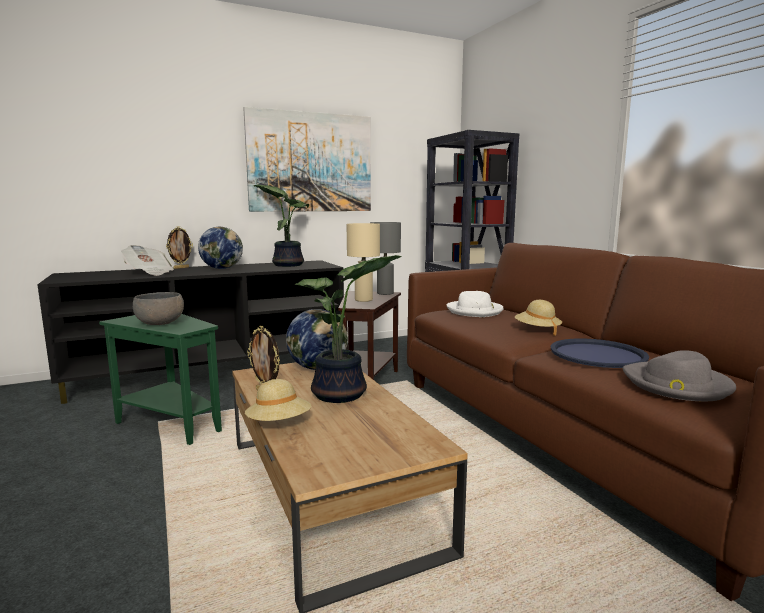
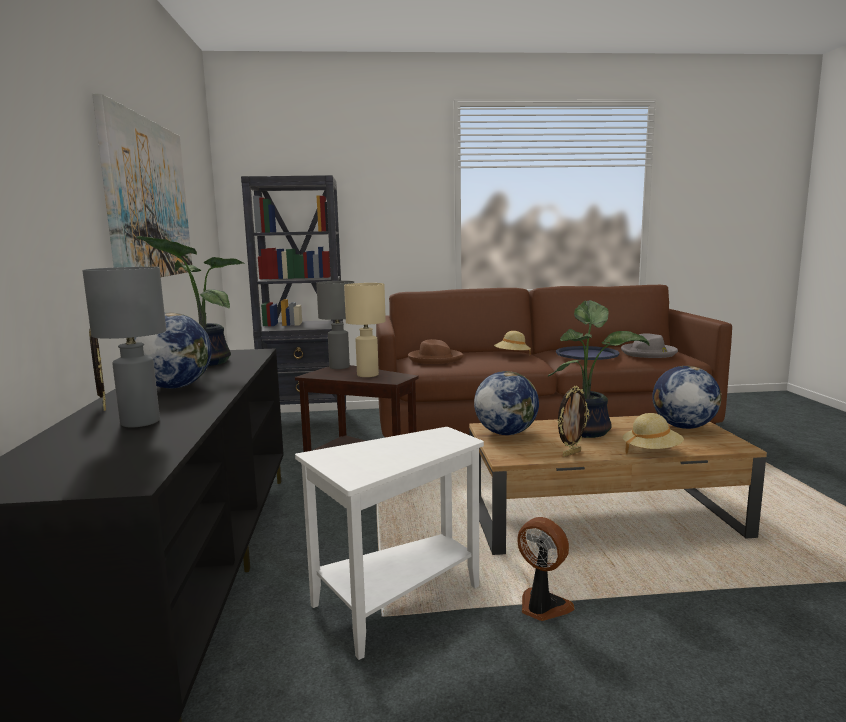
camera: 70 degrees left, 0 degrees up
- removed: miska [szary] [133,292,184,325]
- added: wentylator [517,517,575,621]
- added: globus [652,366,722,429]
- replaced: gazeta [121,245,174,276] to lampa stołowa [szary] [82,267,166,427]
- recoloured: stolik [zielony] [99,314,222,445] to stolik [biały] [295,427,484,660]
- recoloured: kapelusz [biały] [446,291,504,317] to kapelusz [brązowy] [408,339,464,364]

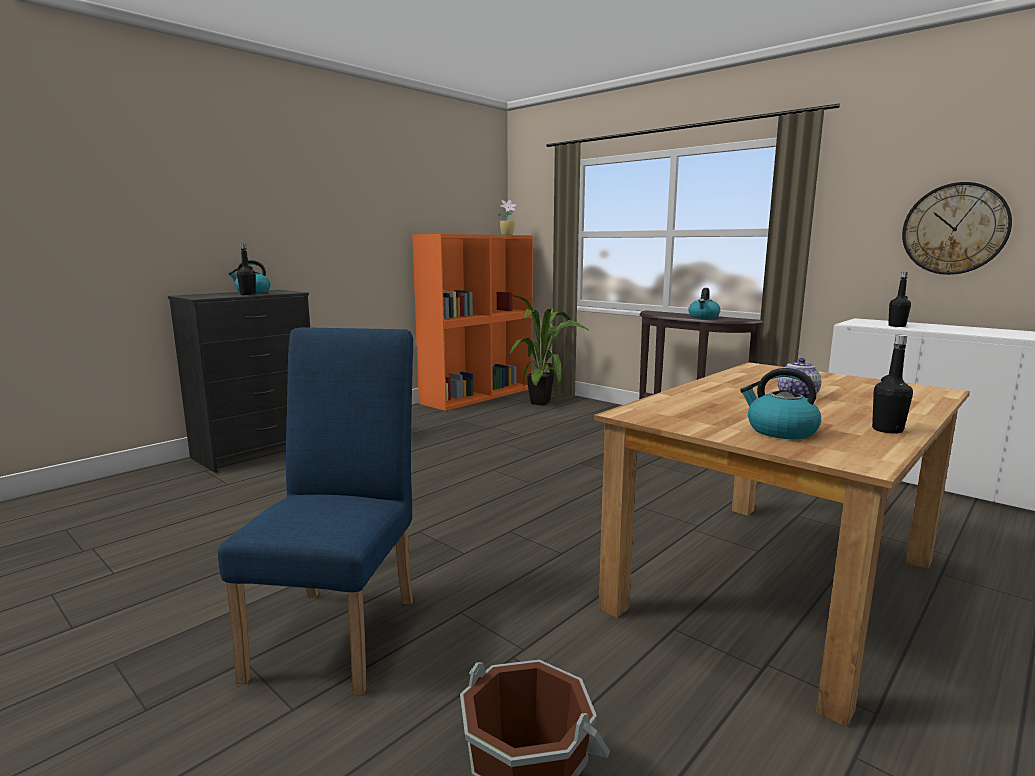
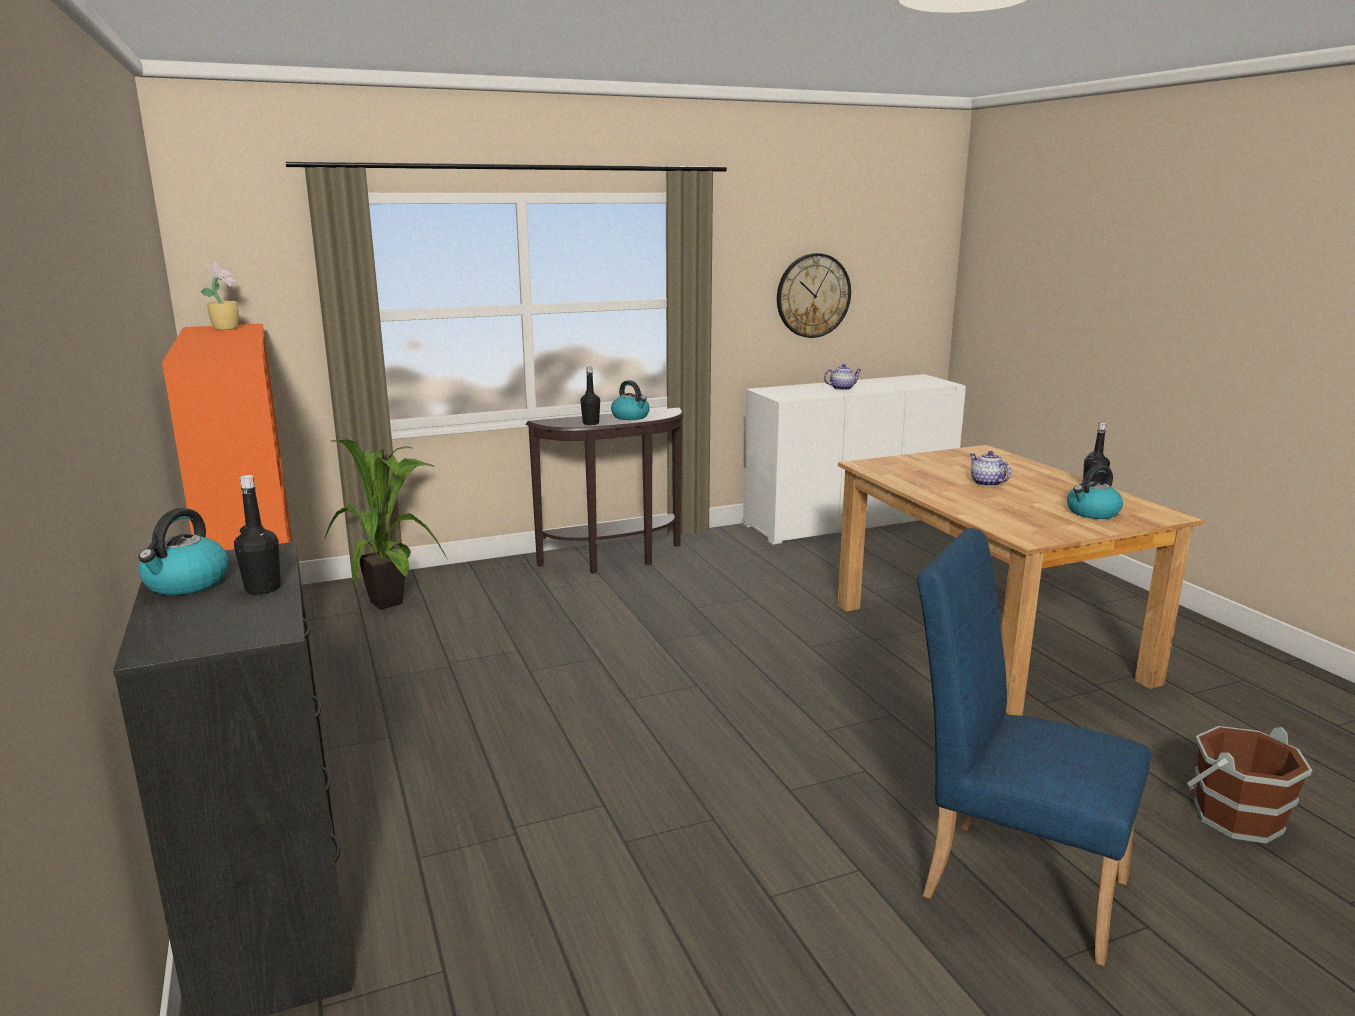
camera: 65 degrees left, 5 degrees up
- added: imbryk [824,364,862,390]
- moved: butelka [czarny] [888,272,911,327] to [580,367,600,425]

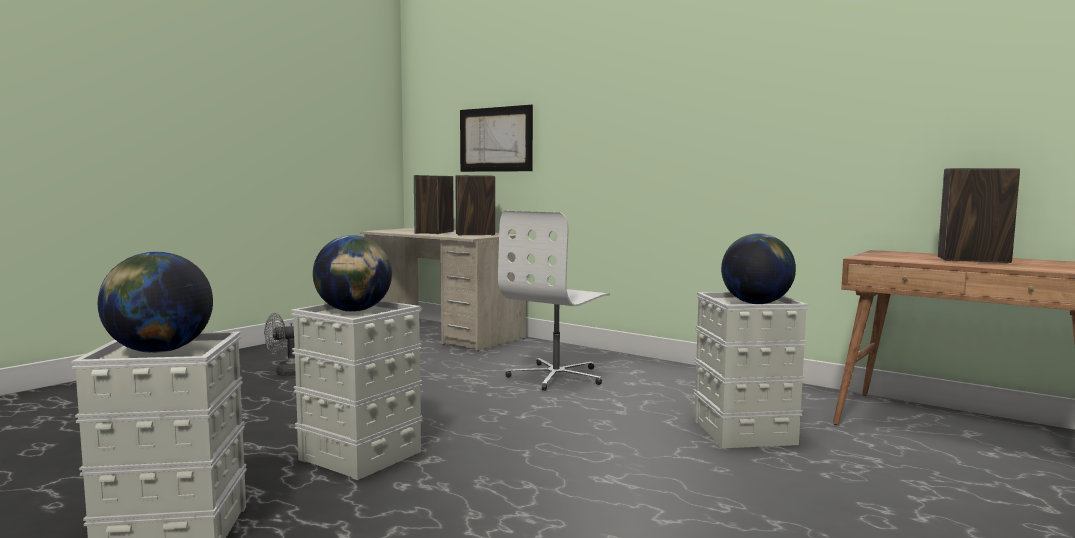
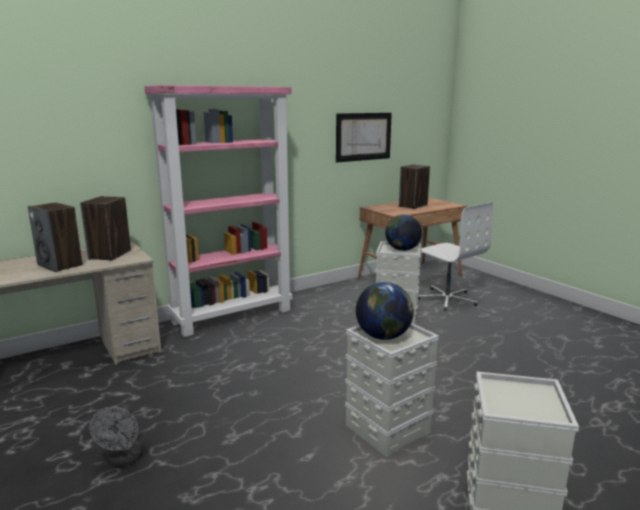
camera: 70 degrees left, 10 degrees up
- removed: globus [98,252,213,353]
- added: regał [różowy] [144,85,293,337]
- moved: obraz [460,105,533,172] to [336,113,392,163]
- moved: krzesło biurowe [biały] [498,211,610,391] to [418,203,493,311]

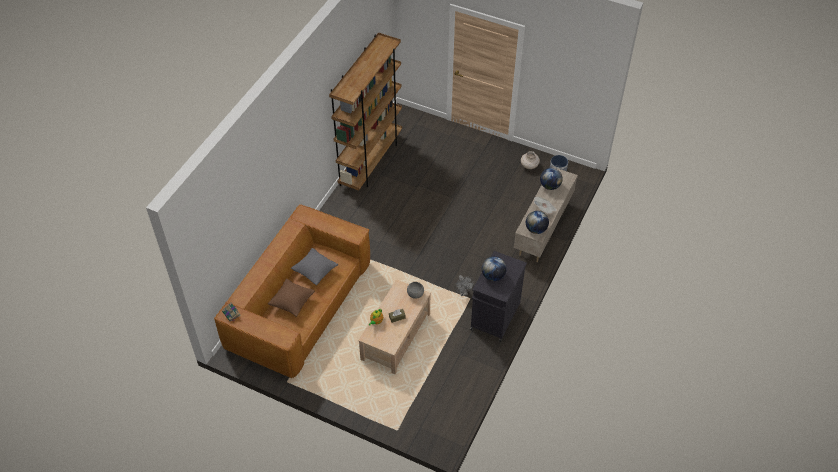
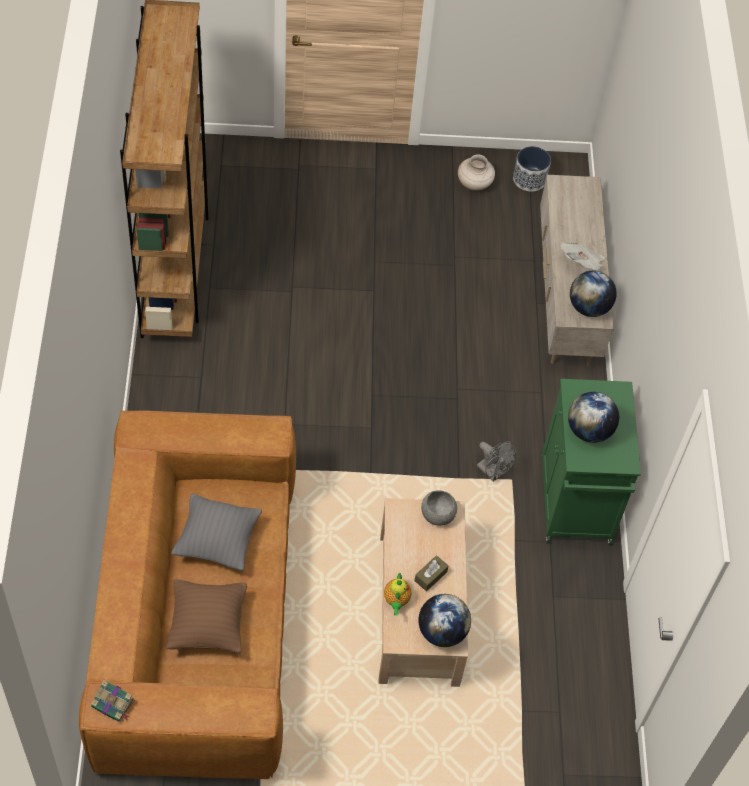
camera: 30 degrees left, 5 degrees up
- moved: globus [540,168,563,190] to [418,594,471,647]
- recoloured: szafka [czarny] [471,251,527,342] to szafka [zielony] [541,379,641,545]

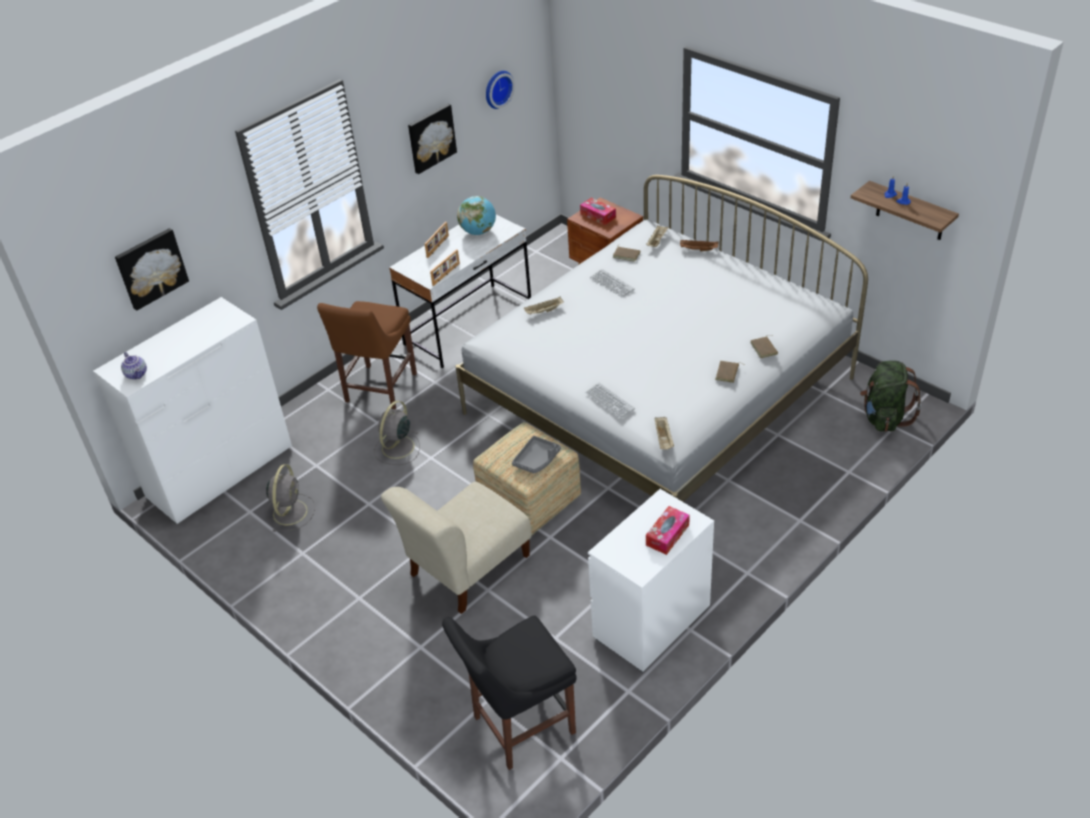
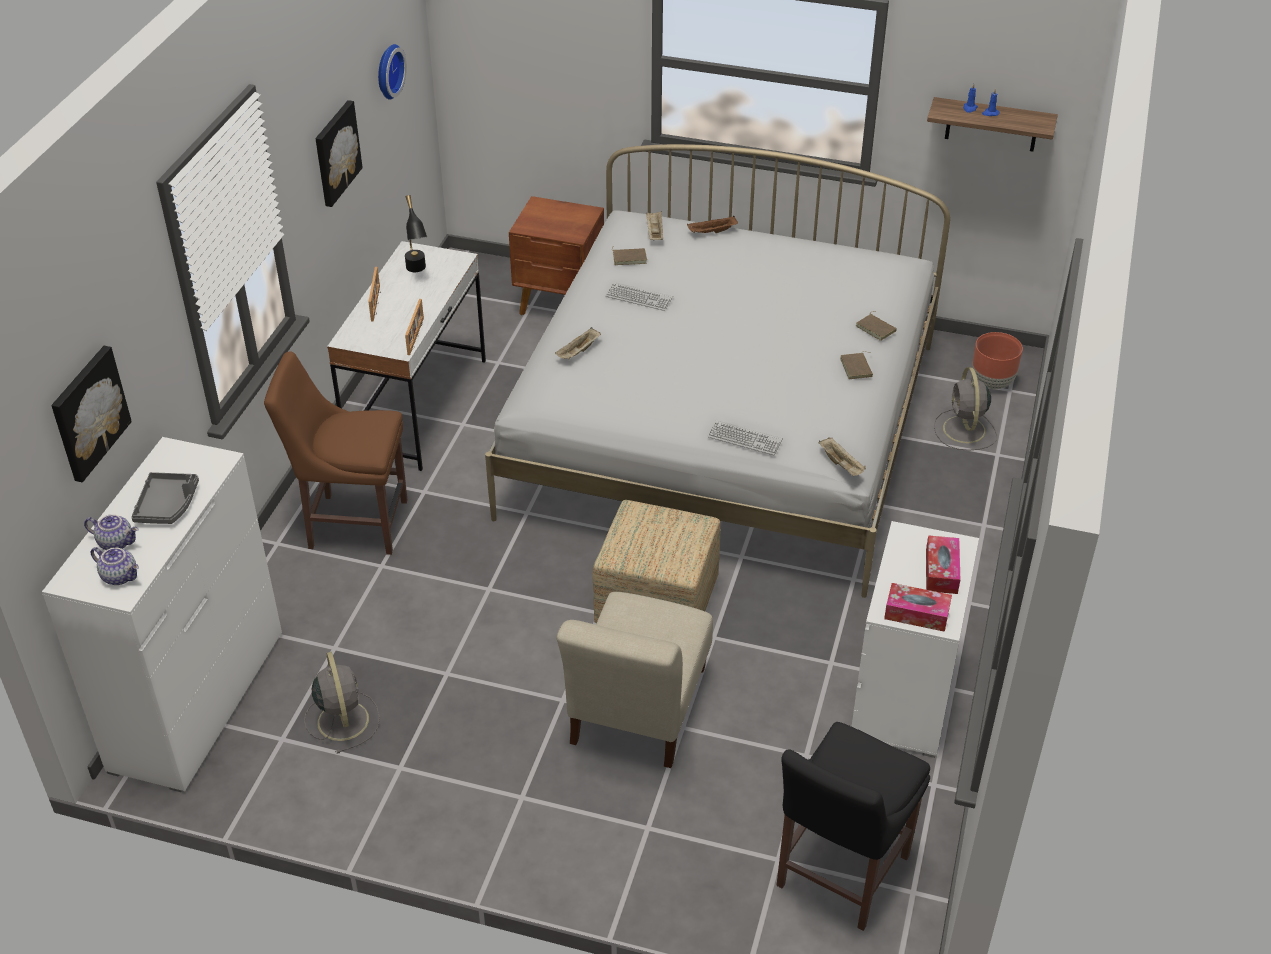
camera: 30 degrees left, 0 degrees up
- added: imbryk [84,514,138,550]
- moved: wentylator [szary] [374,401,420,465] to [934,367,997,451]
- moved: taca [szary] [512,436,561,473] to [131,472,199,524]
- moved: pudełko chusteczek [580,198,616,225] to [884,583,952,632]
- replaced: globus [457,196,496,235] to lampa stołowa [czarny] [405,195,427,272]
- replaced: plecak [zielony] [860,360,922,432] to donica [brązowy] [972,332,1023,389]
- turned: krzesło [brązowy] [317,301,417,409] = [264,351,407,555] 105 degrees clockwise

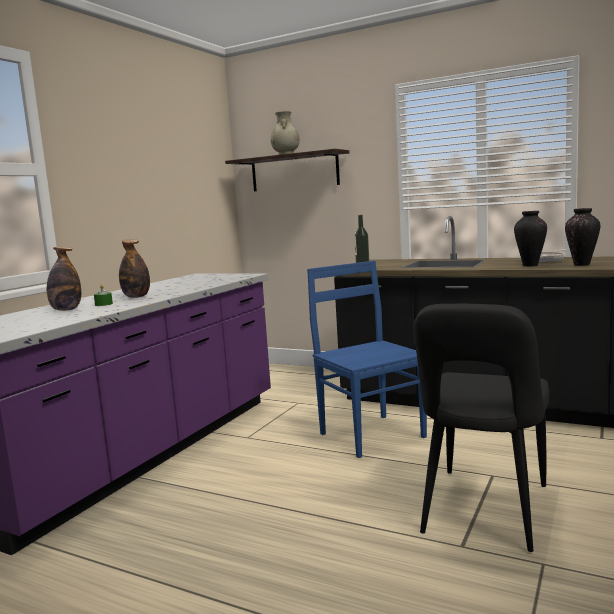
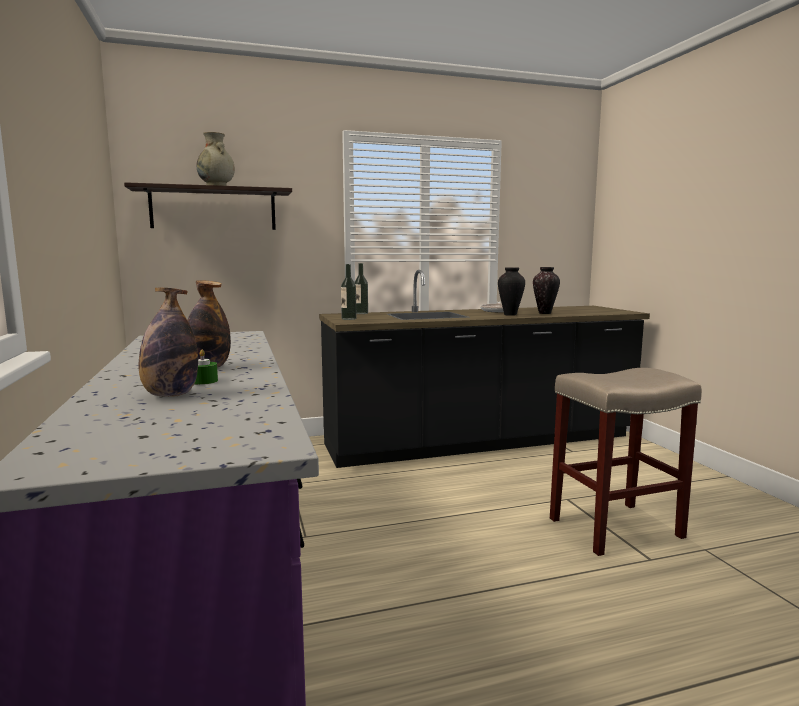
camera: 45 degrees left, 0 degrees up
- removed: krzesło [niebieski] [307,261,427,458]
- added: butelka [354,263,368,314]
- replaced: krzesło [czarny] [414,304,549,552] to stołek [beżowy] [550,368,702,556]

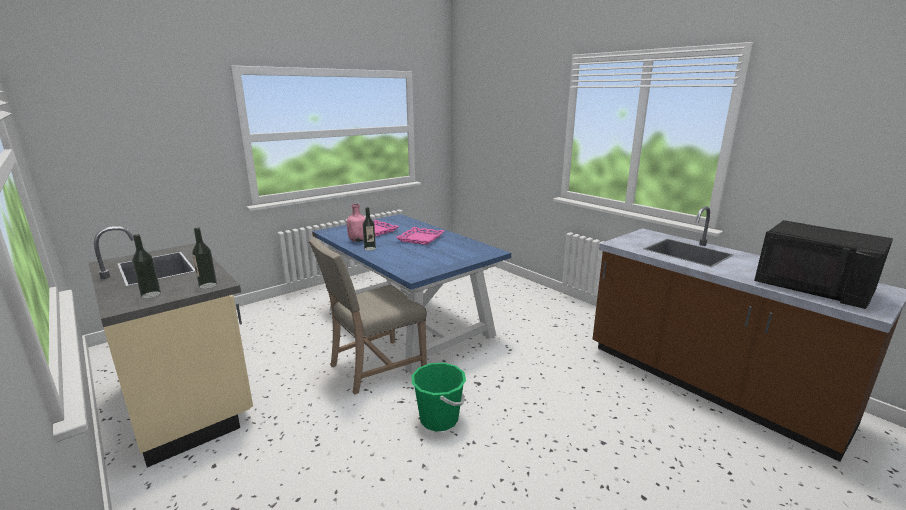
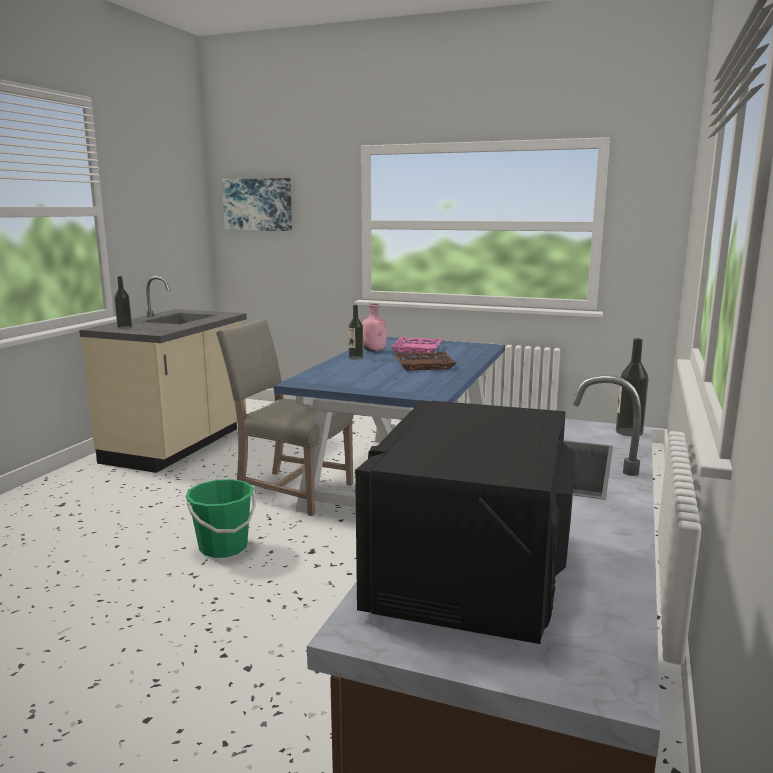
camera: 60 degrees right, 5 degrees down
- added: obraz [222,178,292,231]
- moved: butelka [192,228,217,289] to [616,338,648,436]
- recoloured: taca [różowy] [396,227,444,245] to taca [brązowy] [394,352,456,370]

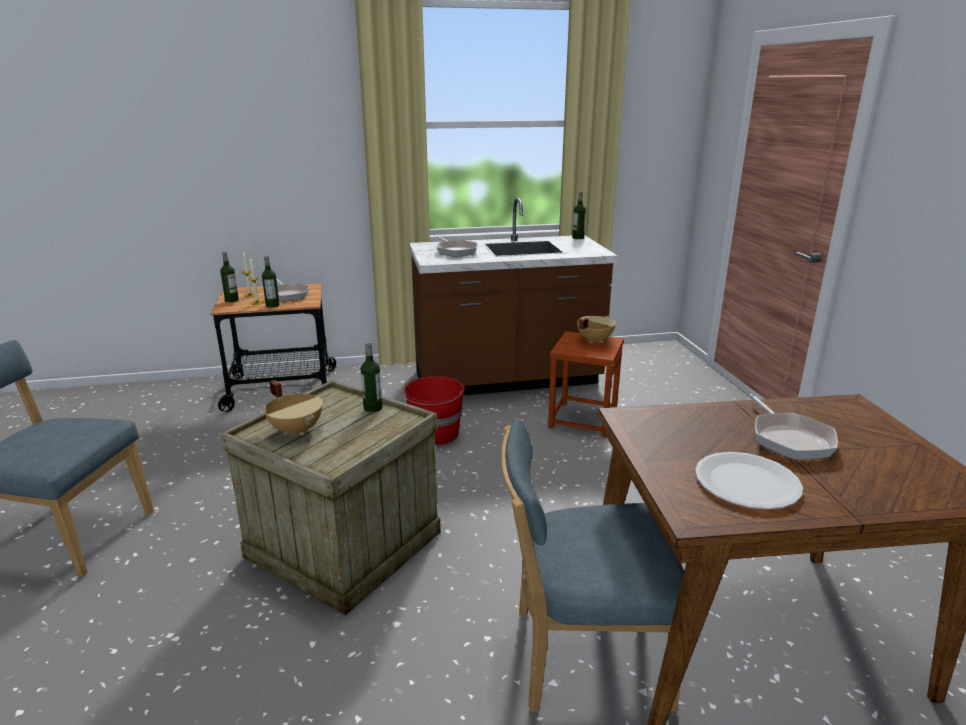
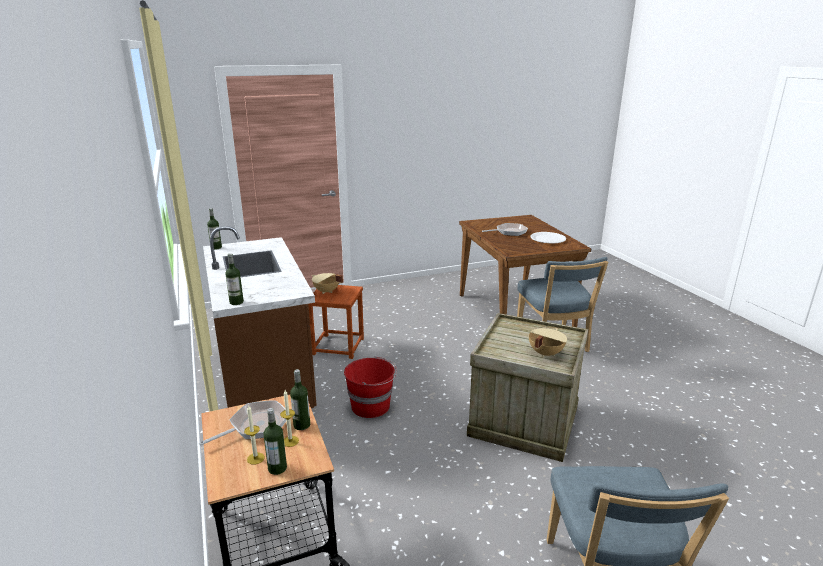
camera: 100 degrees left, 0 degrees up
- removed: patelnia [436,236,478,257]
- moved: butelka [361,341,382,412] to [225,253,244,305]

